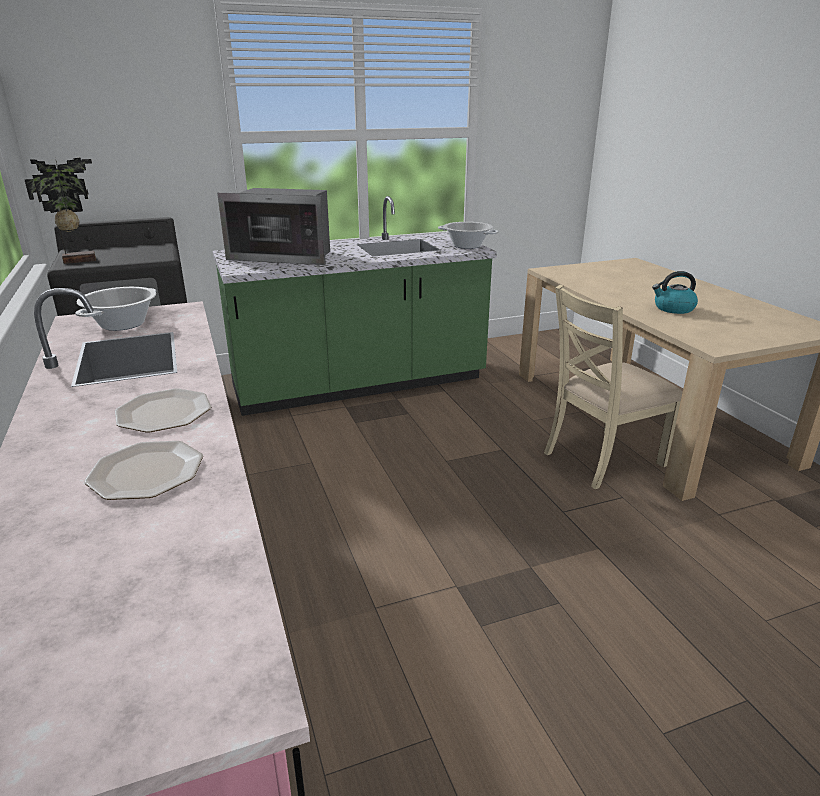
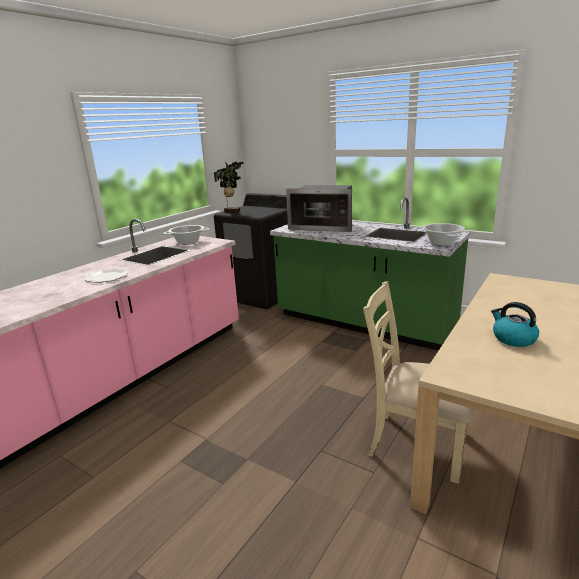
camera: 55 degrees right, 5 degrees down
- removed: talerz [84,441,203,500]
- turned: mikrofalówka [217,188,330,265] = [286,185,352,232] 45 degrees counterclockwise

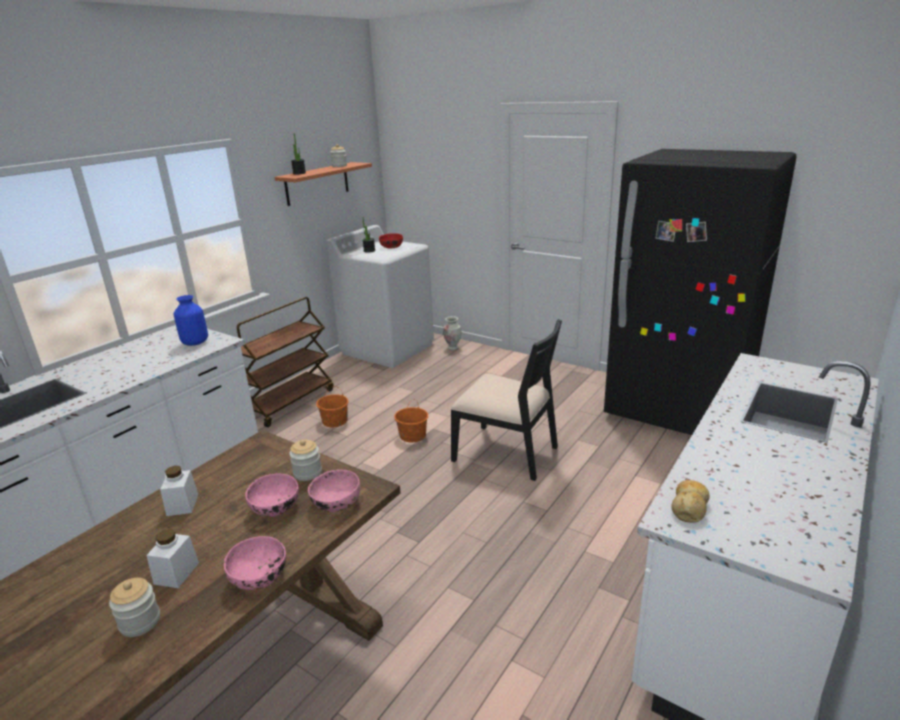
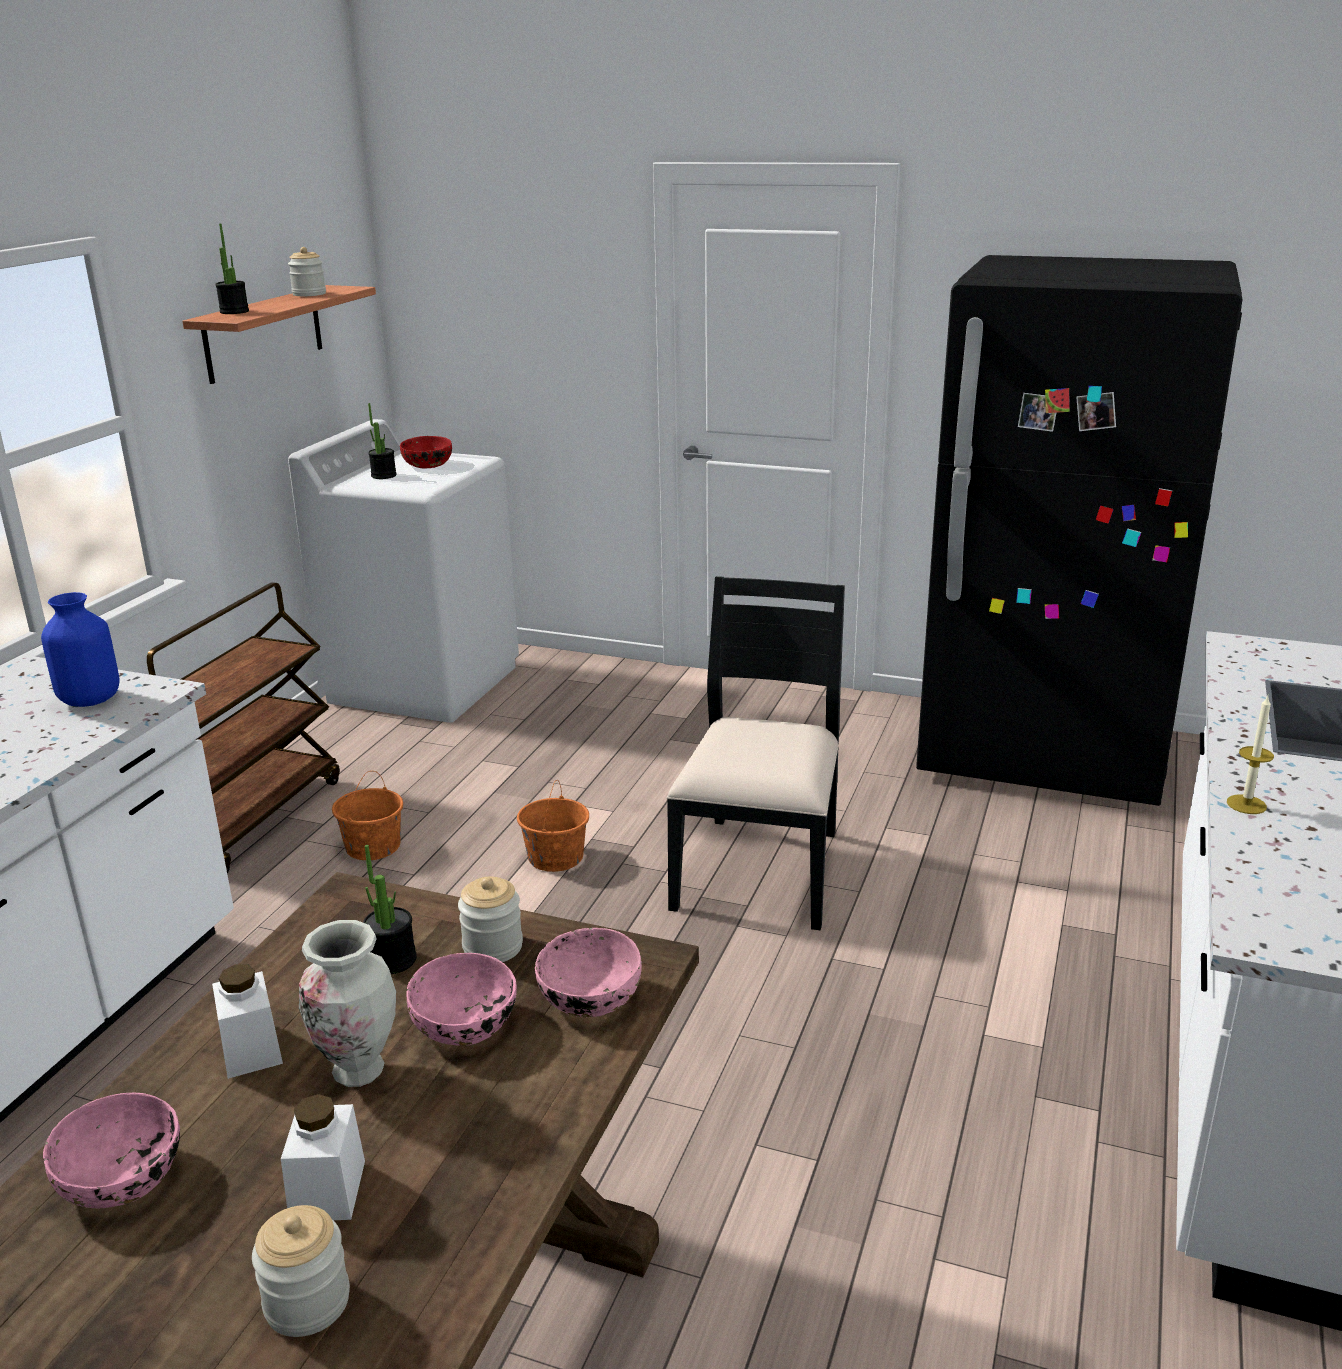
camera: 15 degrees left, 0 degrees up
- removed: chleb [671,480,710,523]
- added: roślina doniczkowa [363,845,417,974]
- added: świeca [1227,696,1274,814]
- moved: miska [różowy] [224,536,286,590] to [43,1093,180,1208]
- moved: wazon [443,316,462,350] to [299,920,396,1087]
- turned: krzesło [czarny] [451,319,562,481] = [667,576,845,931] 90 degrees counterclockwise

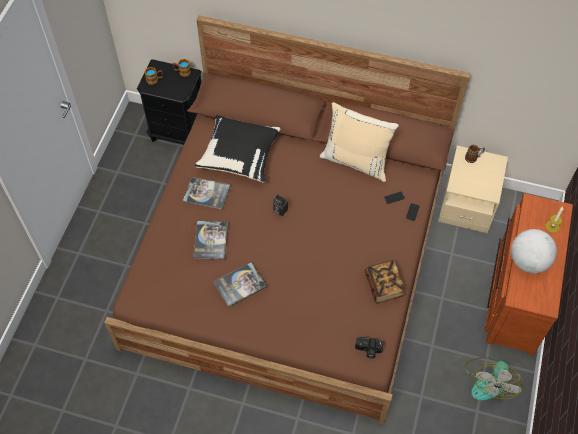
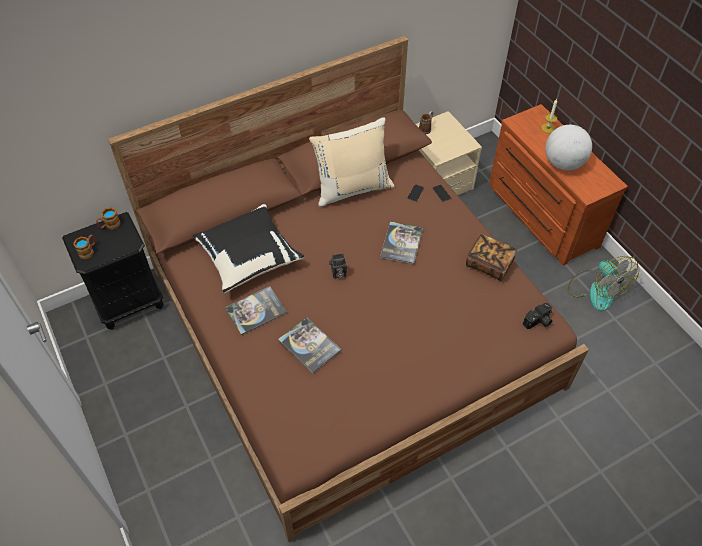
camera: 45 degrees left, 5 degrees down
- moved: książka [213,262,267,307] to [380,221,423,265]

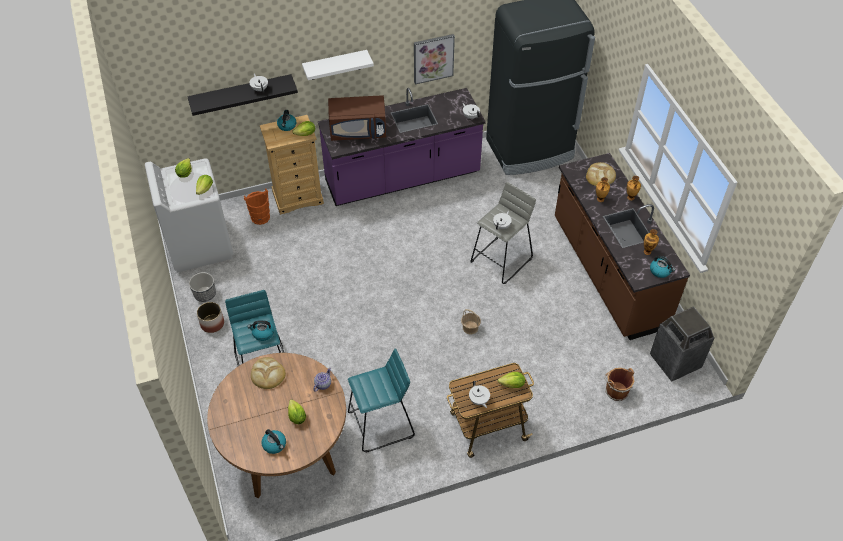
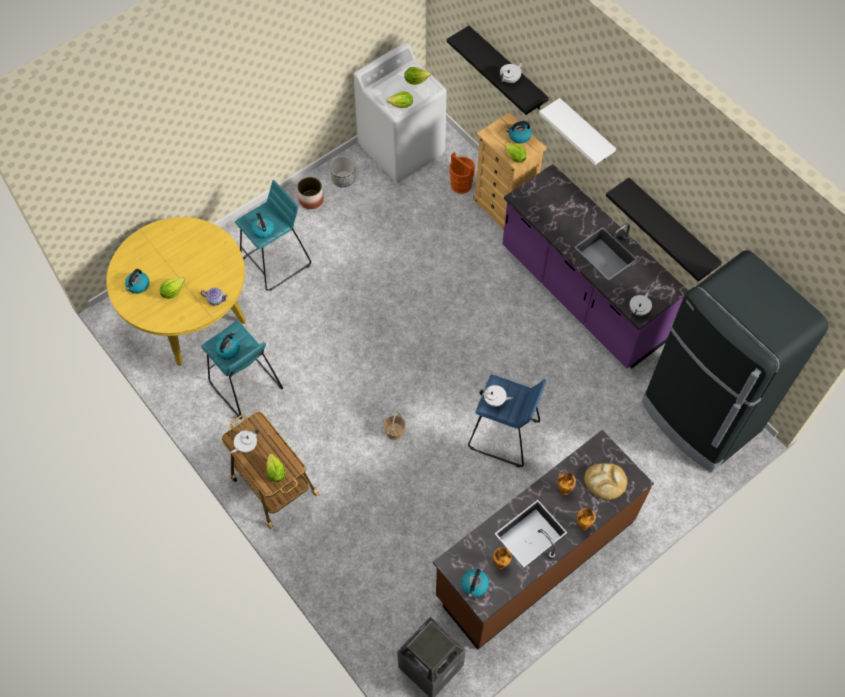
camera: 70 degrees right, 10 degrees up
- removed: chleb [251,357,286,389]
- removed: mikrofalówka [brązowy] [328,95,386,141]
- removed: wiadro [brązowy] [604,368,634,401]
- added: czajnik [215,331,240,360]
- replaced: obraz [414,34,455,84] to półka [czarny] [606,178,722,282]
- recoloured: stół jadalny [brązowy] [207,353,346,499] to stół jadalny [żółty] [107,217,246,366]
- recoloured: stołek [szary] [470,182,536,284] to stołek [niebieski] [468,375,546,467]

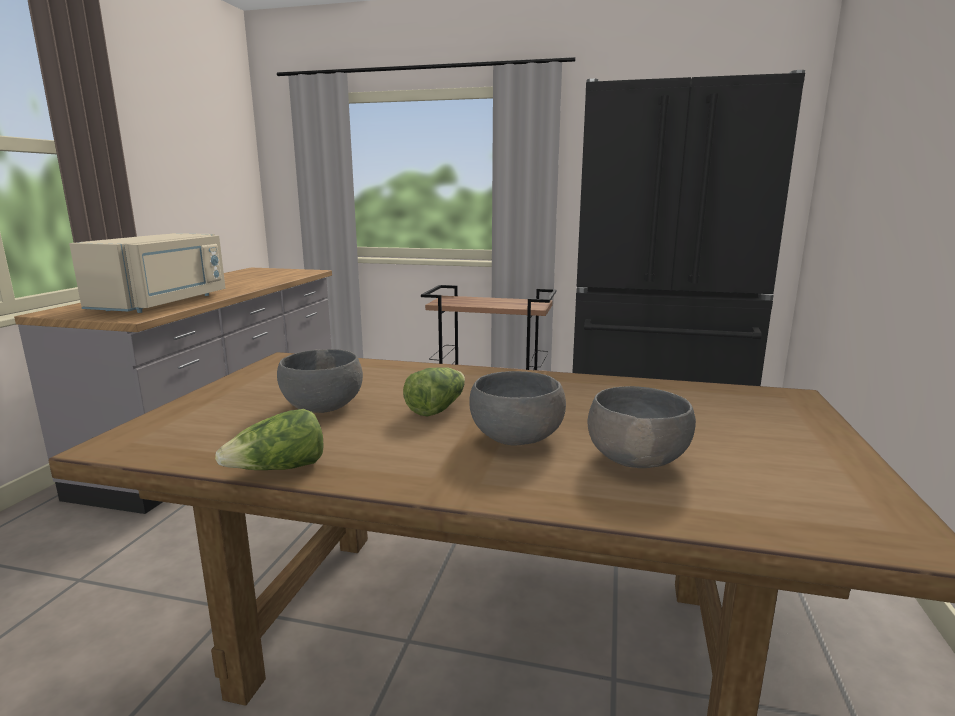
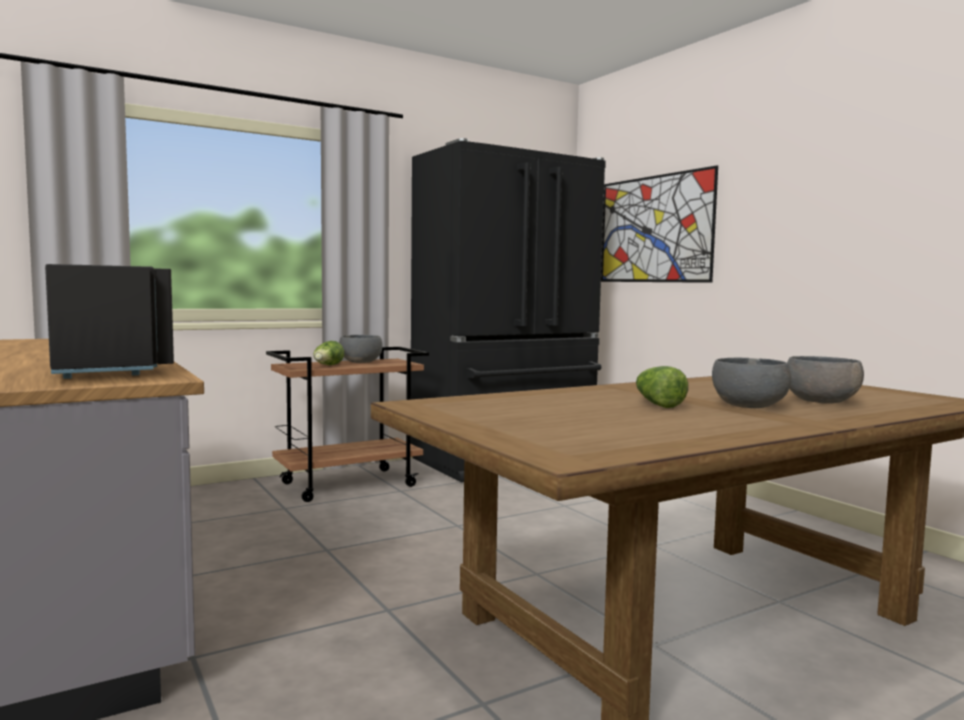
camera: 45 degrees left, 10 degrees down
- added: obraz [601,165,718,283]
- moved: sałata [215,409,323,470] to [313,341,344,365]
- moved: miska [szary] [277,349,363,413] to [339,335,383,363]
- recoloured: mikrofalówka [beżowy] [69,233,226,313] to mikrofalówka [czarny] [45,264,174,379]

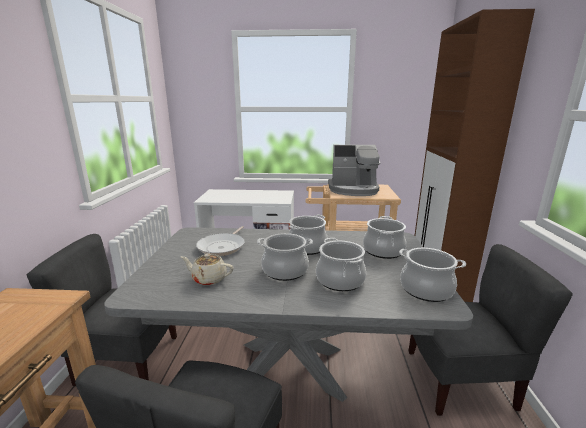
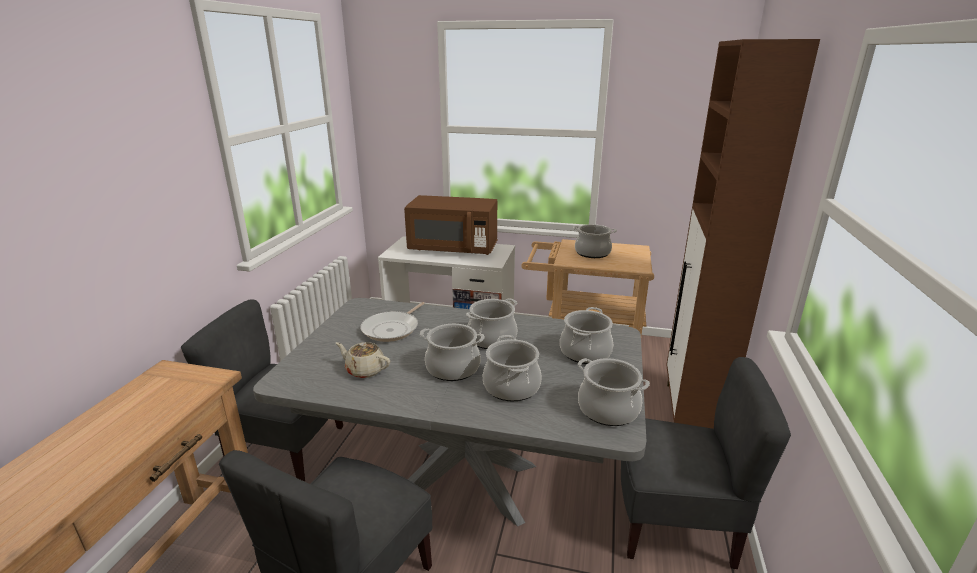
camera: 10 degrees right, 5 degrees up
- added: mikrofalówka [brązowy] [404,195,497,255]
- replaced: ekspres do kawy [328,145,380,196] to garnek [573,224,617,258]

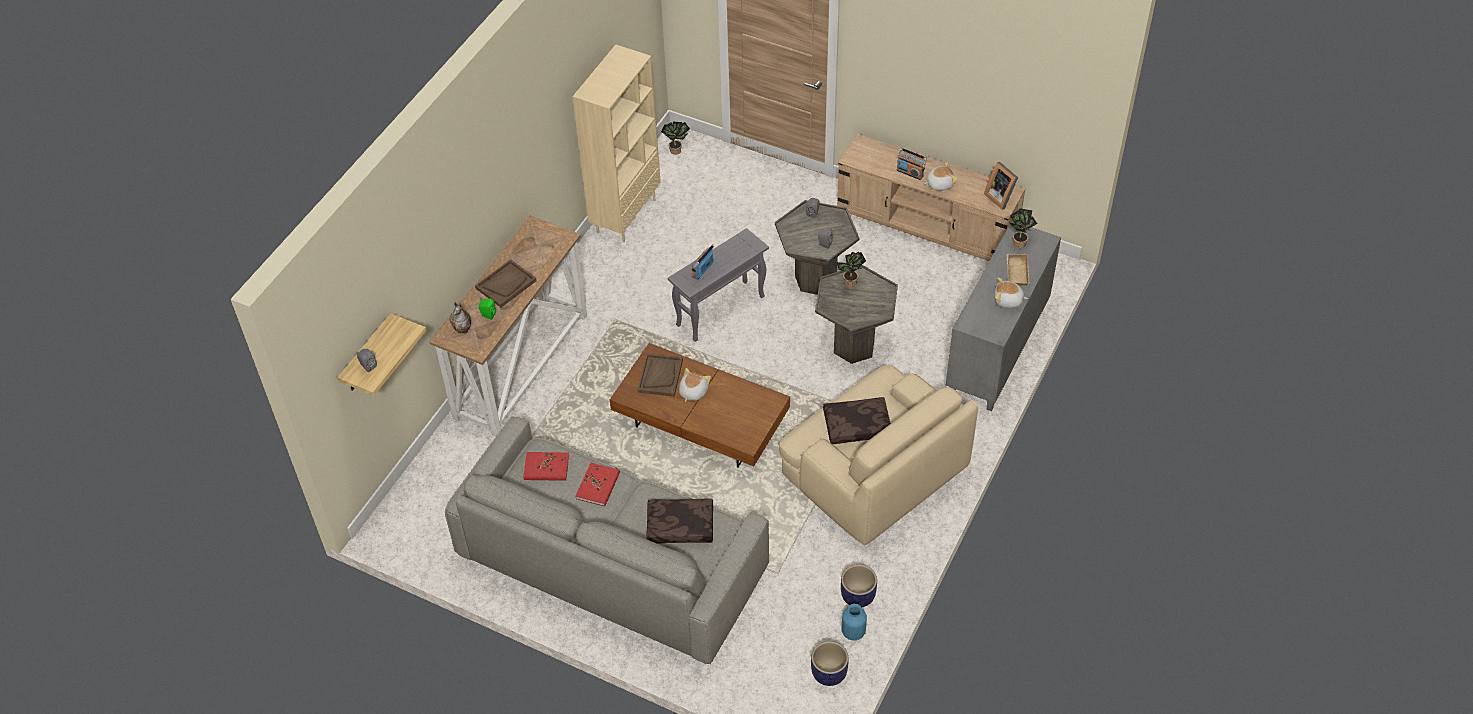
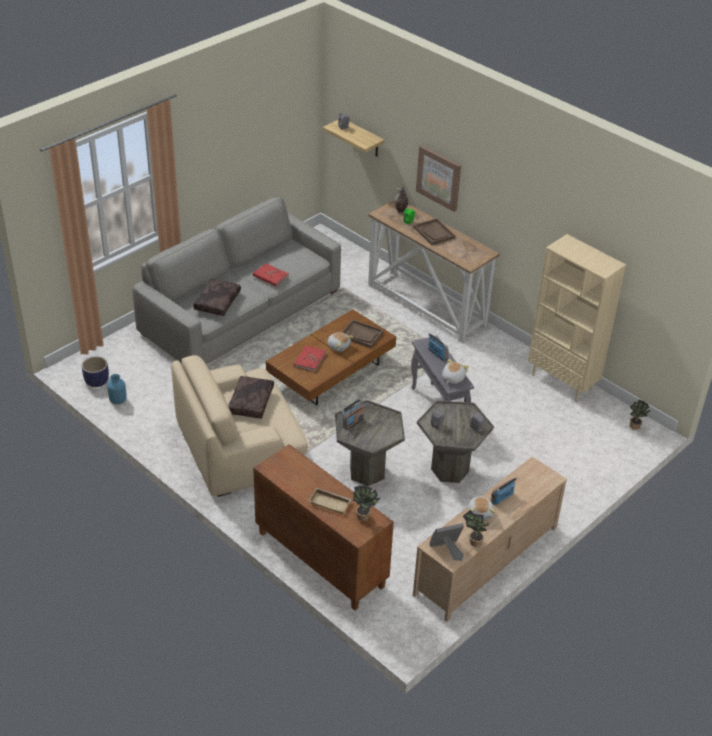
camera: 105 degrees right, 10 degrees down
- removed: donica [841,564,877,607]
- added: radio [341,399,365,430]
- added: obraz [416,145,461,212]
- moved: książka [czerwony] [523,452,569,481] to [294,345,326,372]
- moved: roślina doniczkowa [836,251,866,287] to [463,510,489,547]
- moved: pluszak [995,277,1028,308] to [442,359,469,384]
- recoloured: szafka [szary] [946,221,1061,411] to szafka [brązowy] [253,444,394,610]

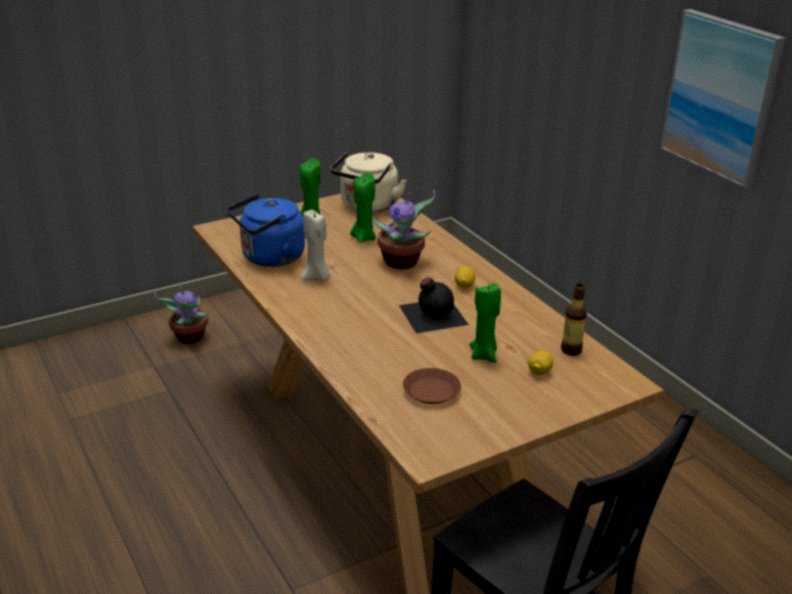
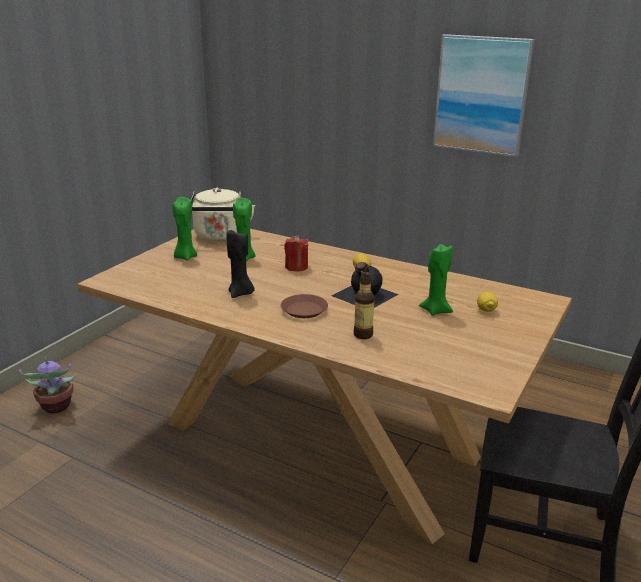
camera: 30 degrees left, 5 degrees down
- removed: czajnik [niebieski] [227,194,305,267]
- moved: talerz [brązowy] [403,368,461,404] to [281,294,328,318]
- moved: butelka [561,284,587,356] to [354,269,375,339]
- replaced: roślina doniczkowa [372,190,435,270] to świeca [czerwony] [284,235,309,271]
- recoloured: świeca [beżowy] [301,210,330,281] to świeca [czarny] [226,230,254,298]

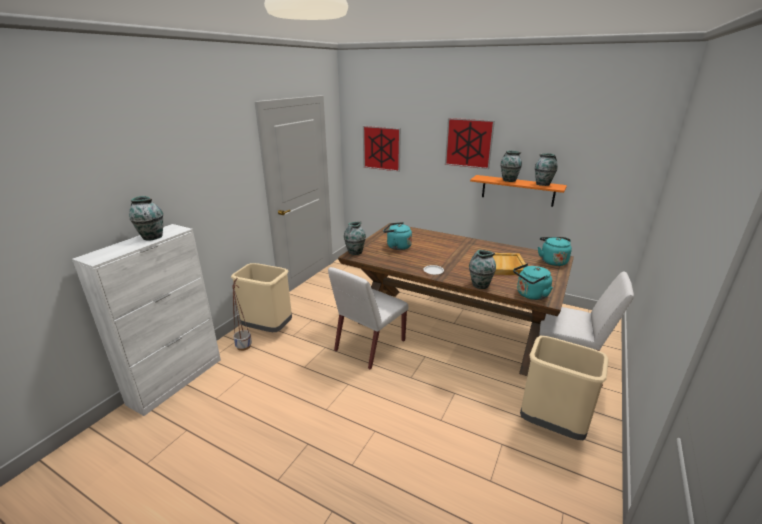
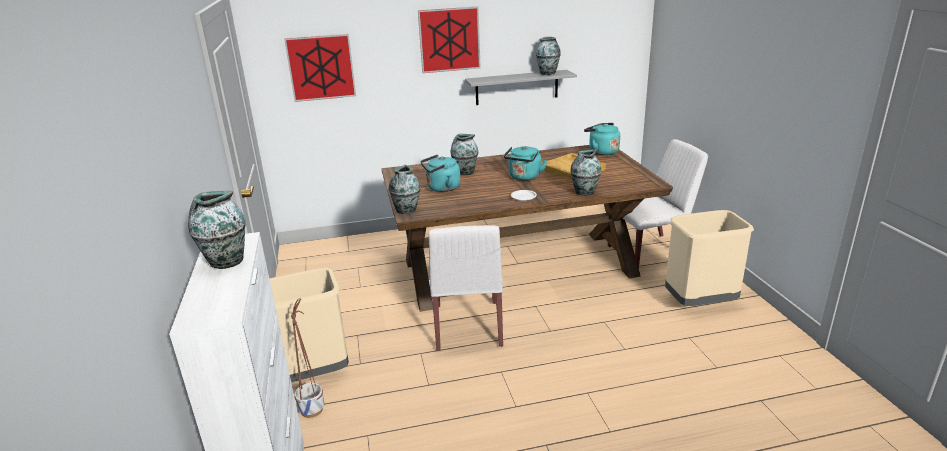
camera: 40 degrees left, 0 degrees up
- moved: wazon [500,150,522,182] to [451,134,478,175]
- moved: czajnik [turkusowy] [513,263,553,300] to [504,146,547,180]
- recoloured: półka [pomarańczowy] [470,175,567,207] to półka [szary] [465,70,577,105]

